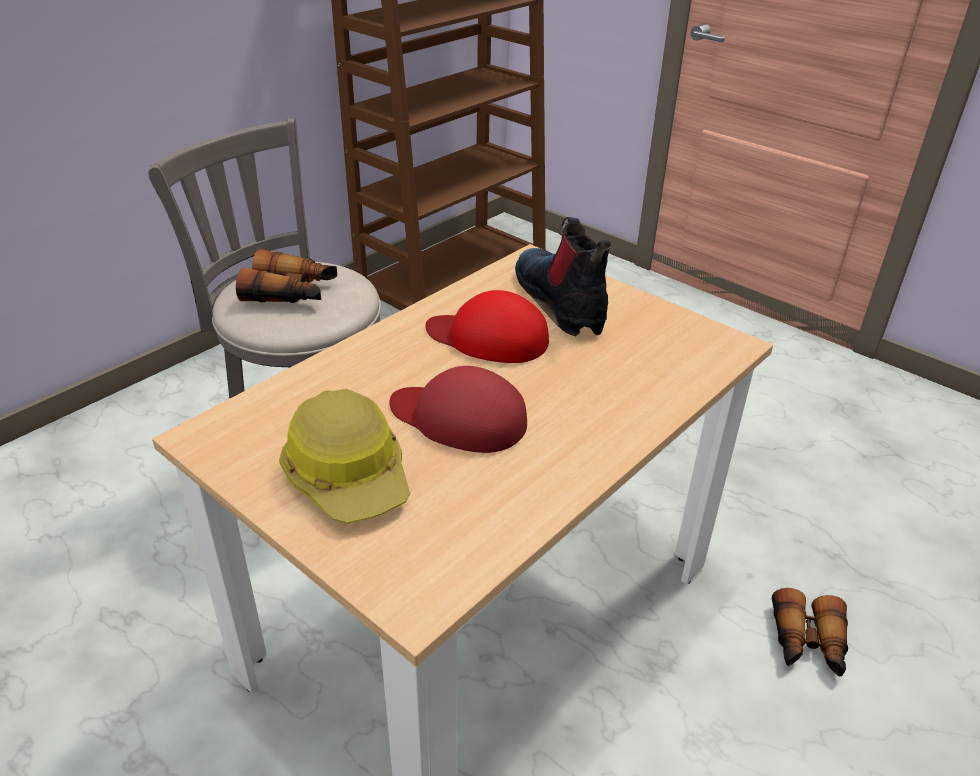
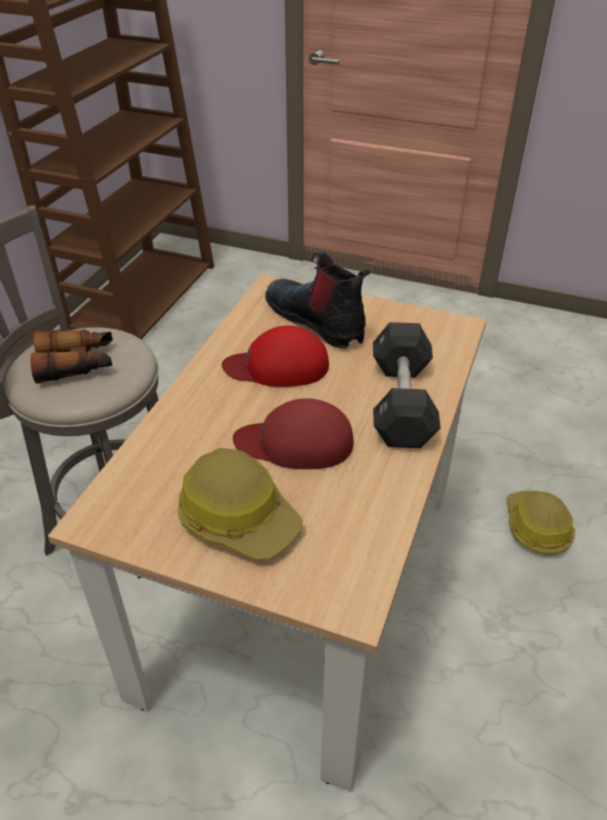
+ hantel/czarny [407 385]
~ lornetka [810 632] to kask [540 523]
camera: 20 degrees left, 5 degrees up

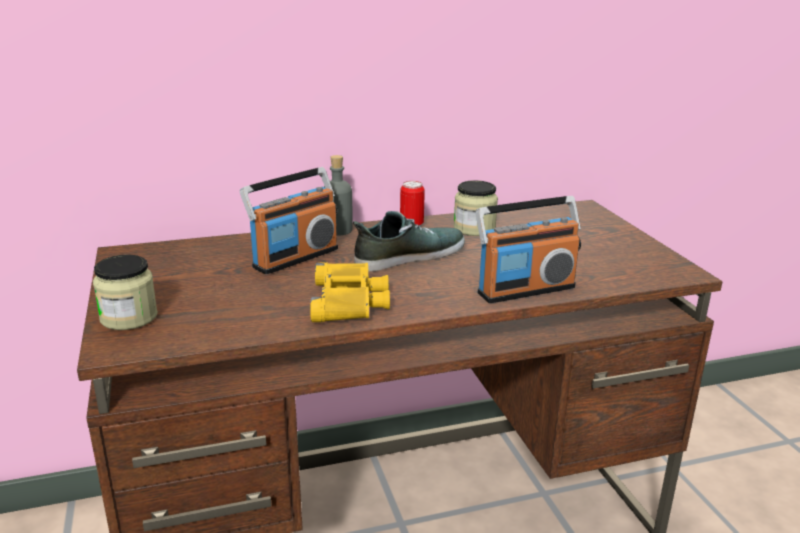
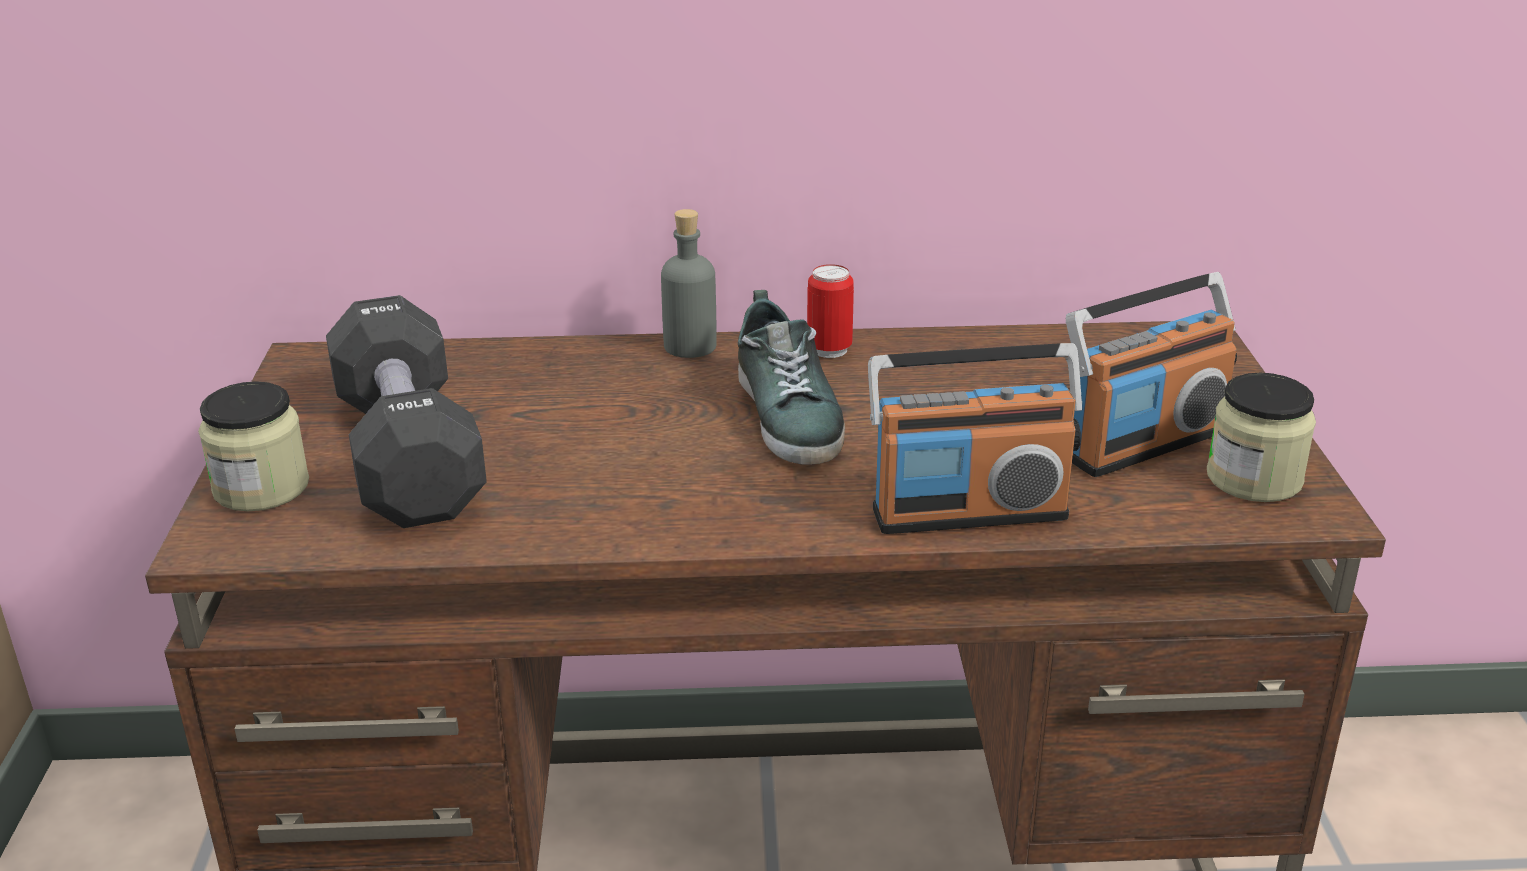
+ hantel/czarny [406 411]
~ but [409 241] = [791 377] 90 degrees clockwise
~ radio [289 220] to [1151 374]
~ słoik [476 208] to [1261 437]
- lornetka/żółty [350 292]
camera: 15 degrees right, 5 degrees up

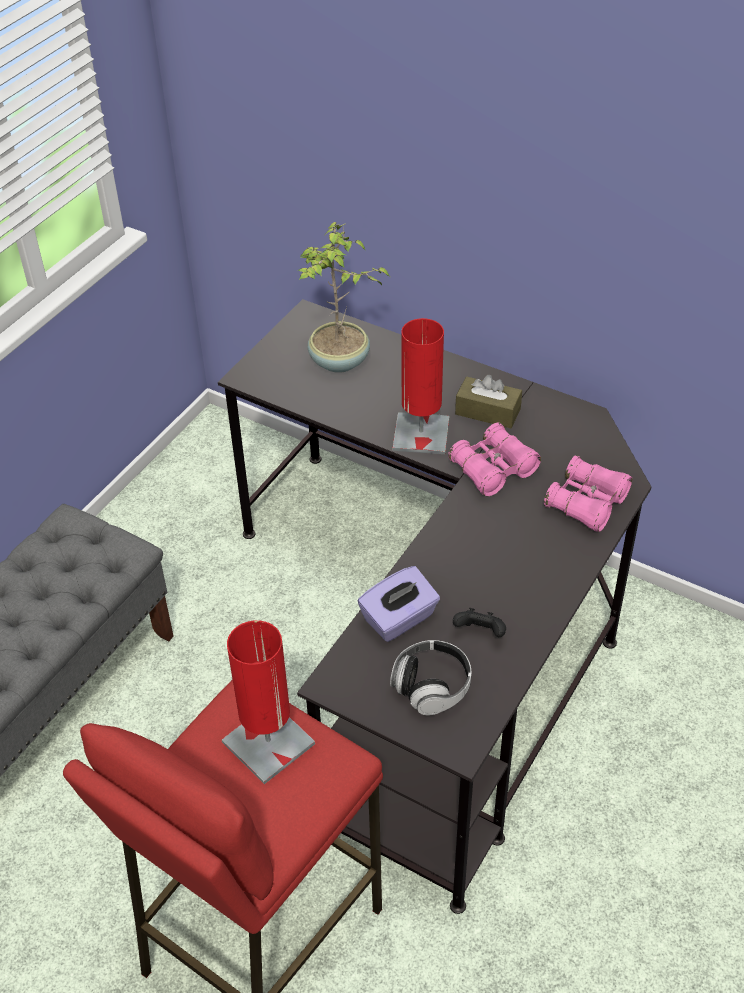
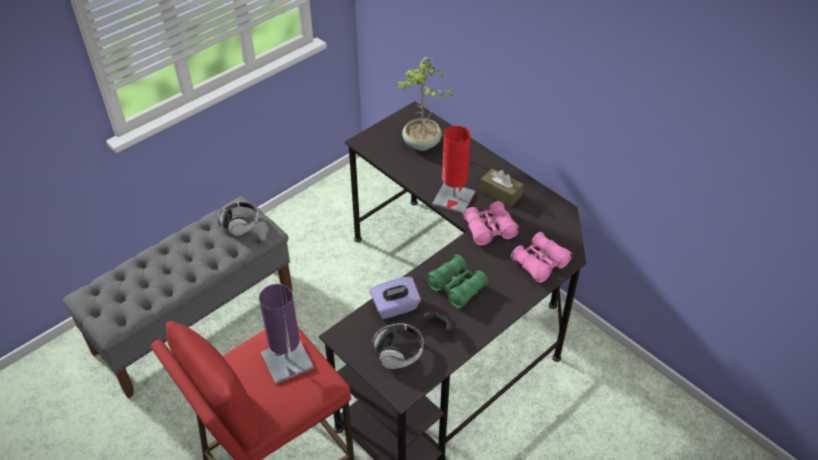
+ słuchawki [238 218]
~ lampa stołowa/czerwony [268 702] to lampa stołowa/fioletowy [286 334]
+ lornetka/zielony [457 281]
camera: 15 degrees right, 0 degrees up

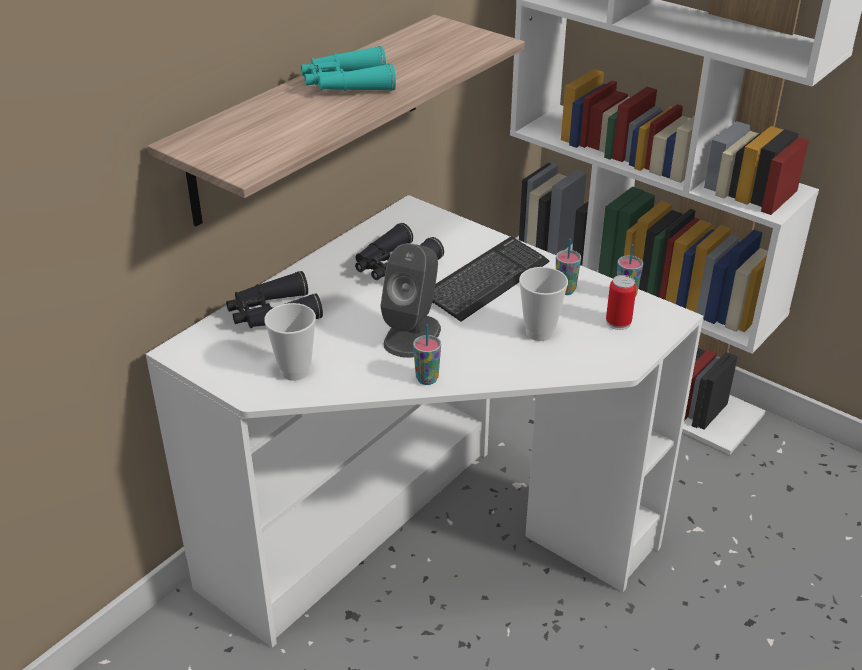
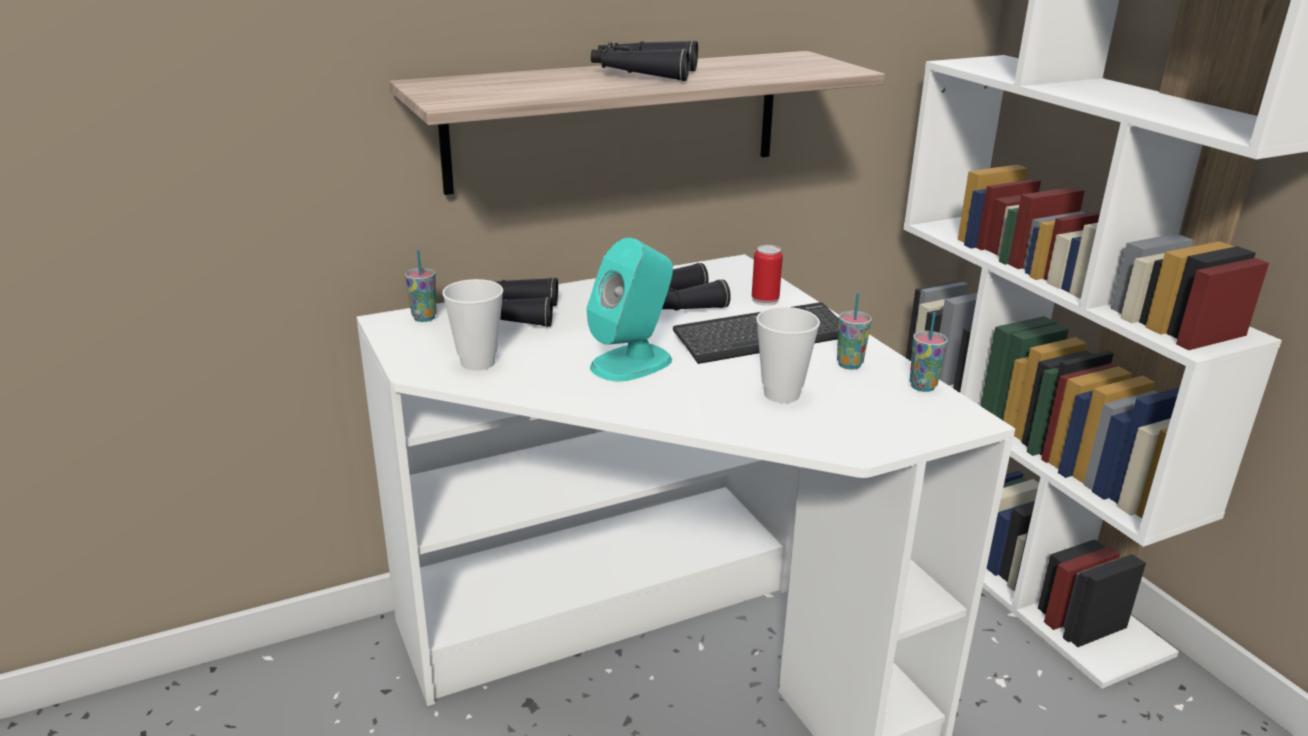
~ filiżanka [427 355] to [421 286]
~ głośnik/szary [410 300] to głośnik/turkusowy [630 310]
~ lornetka/turkusowy [348 68] to lornetka/czarny [644 60]
~ puszka [621 302] to [767 275]
camera: 25 degrees right, 10 degrees down

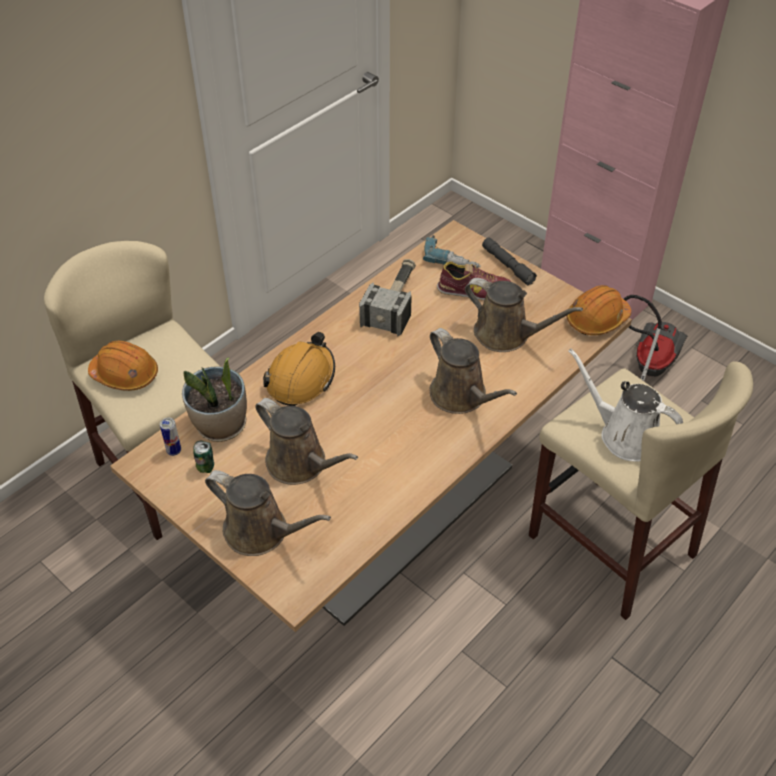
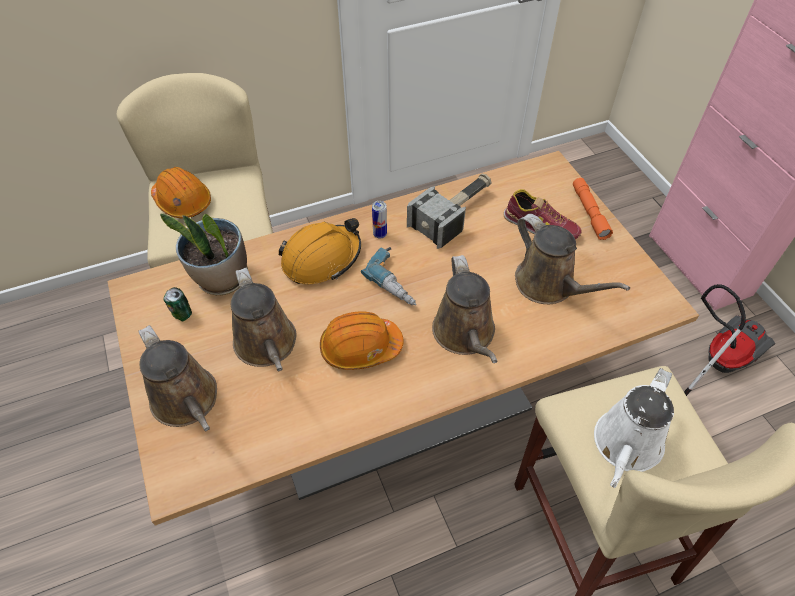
~ kask/pomarańczowy [599 310] to [362 341]
~ wiertarka [452 251] to [388 276]
~ puszka [170 437] to [379 220]
~ latarka/szary [509 261] to latarka/pomarańczowy [593 209]
~ konewka/biały [625 405] = [634 428] 120 degrees counterclockwise
camera: 25 degrees right, 5 degrees up

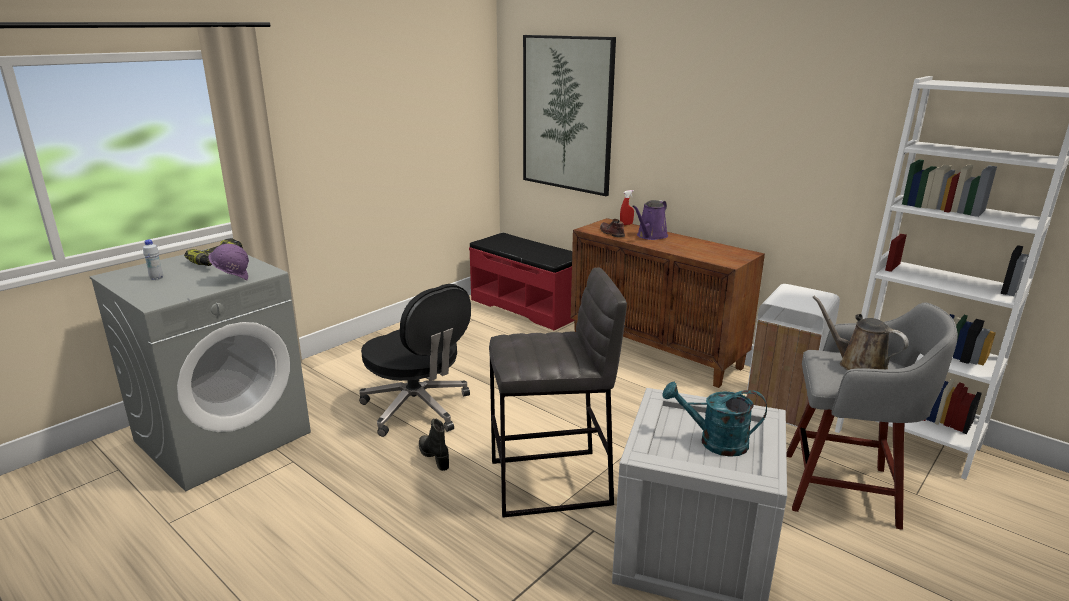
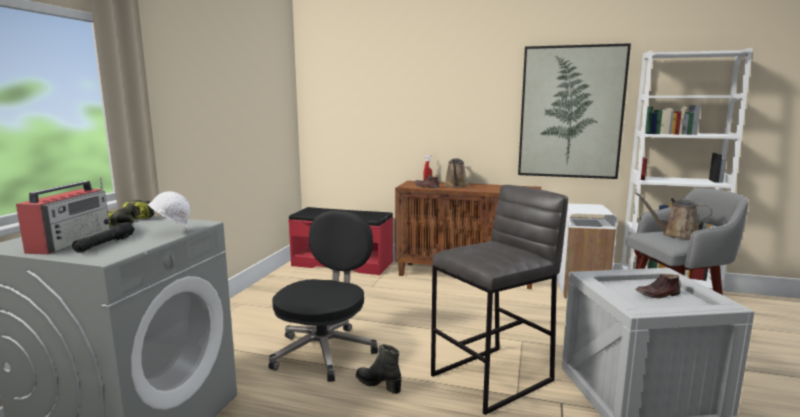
~ butelka/biały [153 259] to radio [63 216]
+ latarka/czarny [103 237]
~ kask/fioletowy [228 262] to kask/biały [169 211]
~ krzesło biurowe/czarny [415 360] = [323 296] 90 degrees counterclockwise
~ konewka/fioletowy [650 220] to konewka/brązowy [456 173]
~ obraz [569 115] to [574 111]
~ konewka/turkusowy [714 419] to but/brązowy [658 286]
camera: 25 degrees left, 10 degrees down

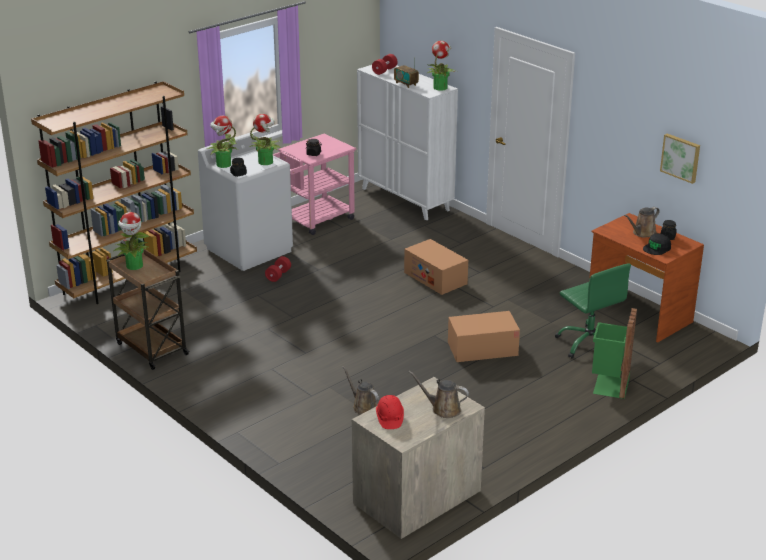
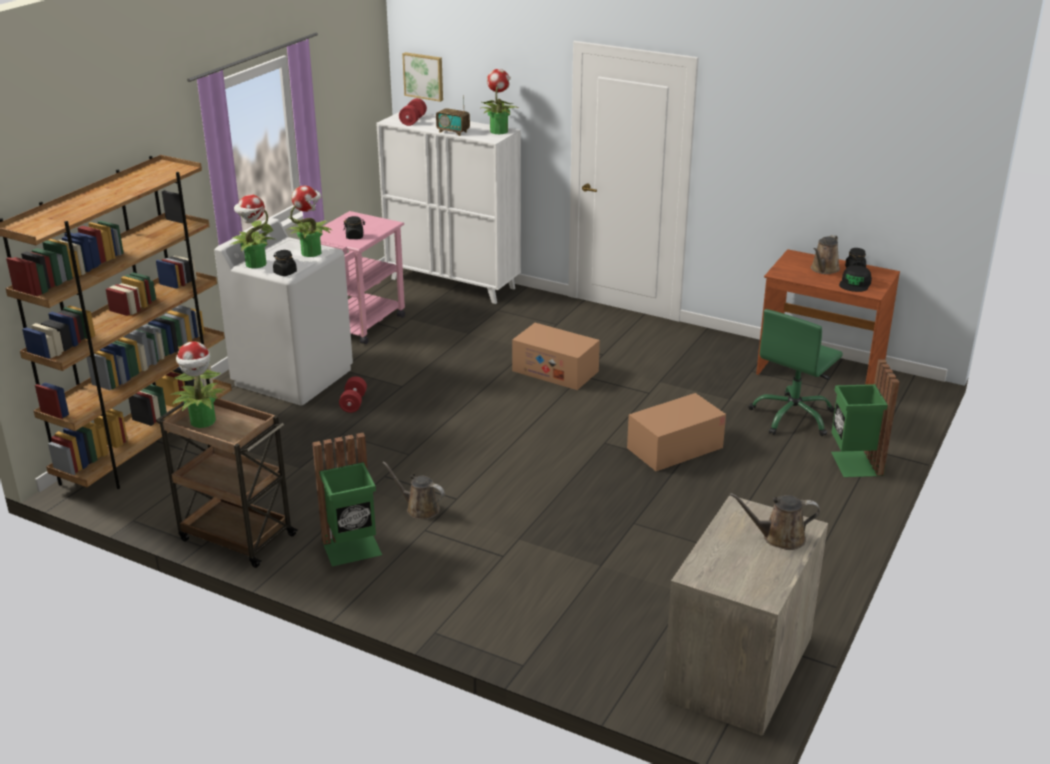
+ kosz na śmieci/zielony [347 500]
~ konewka/brązowy [361 390] to [413 490]
~ obraz [680 159] to [422 77]
~ krzesło biurowe/zielony [593 310] = [796 372] 90 degrees clockwise
- kask/czerwony [390 412]
camera: 20 degrees left, 0 degrees up

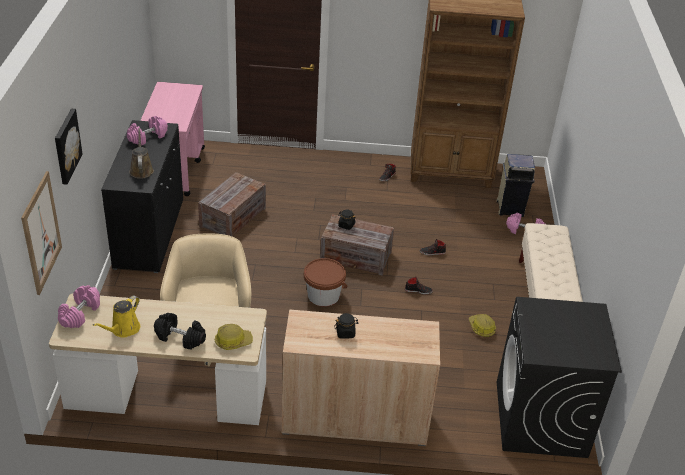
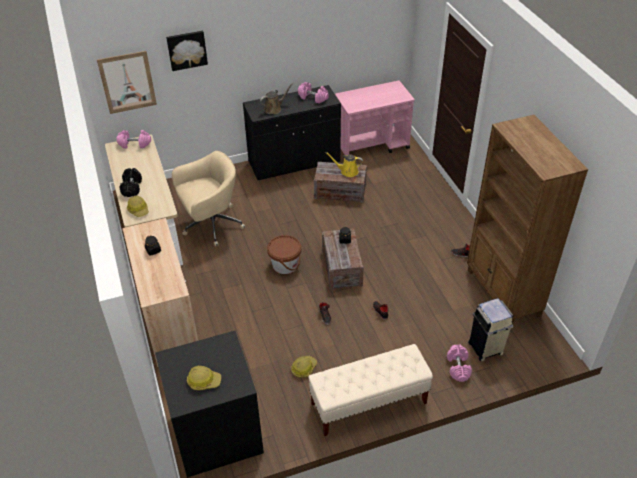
+ kask [204 378]
~ konewka/żółty [116 317] to [344 164]
camera: 70 degrees right, 5 degrees up

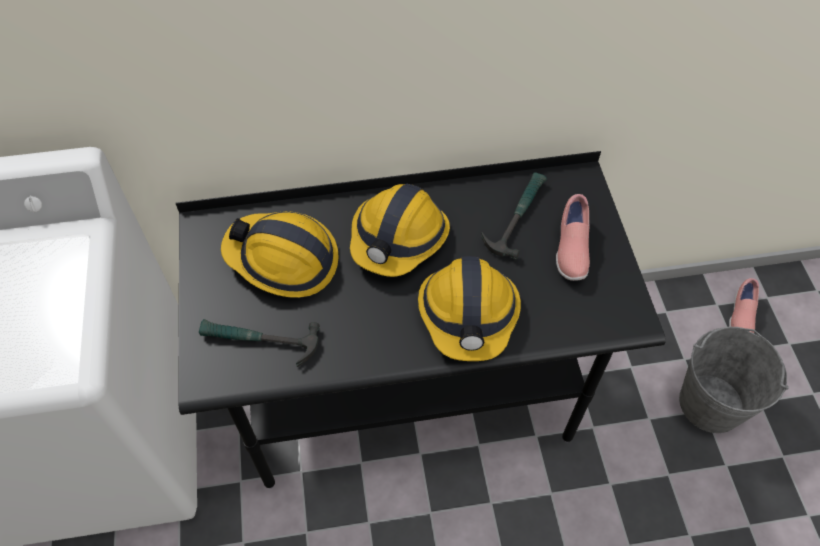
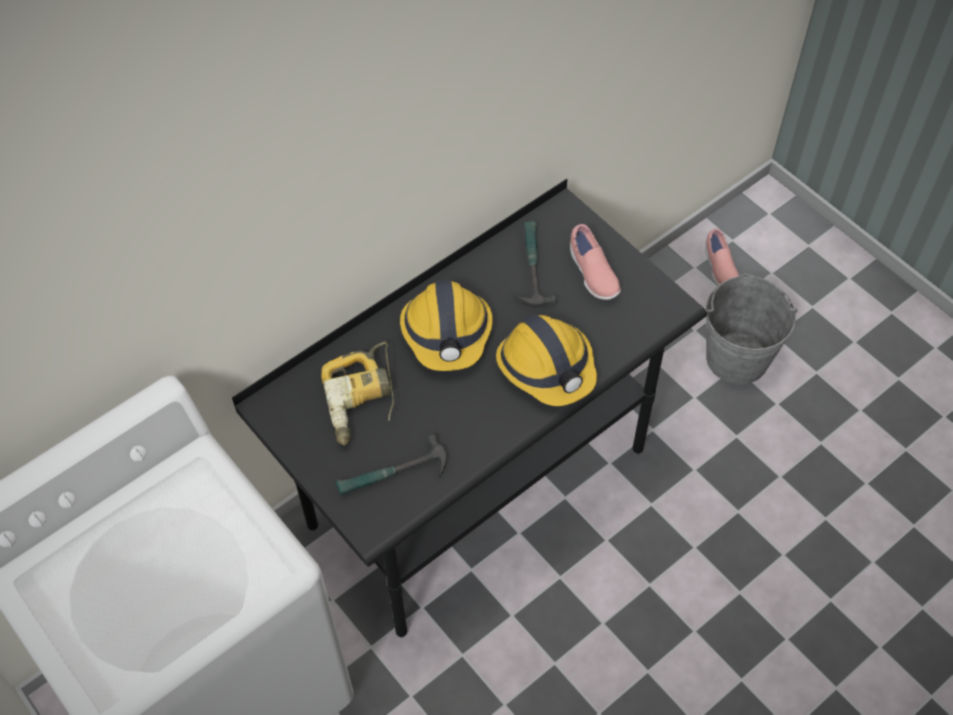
~ kask [280 254] to wiertarka [357 393]
camera: 30 degrees left, 0 degrees up

